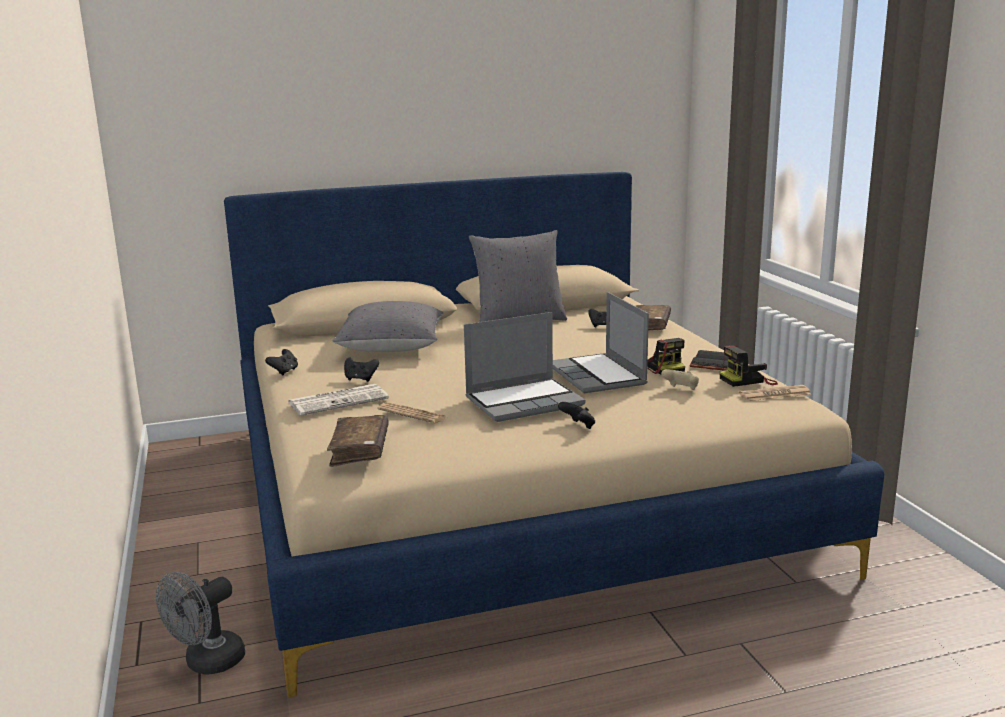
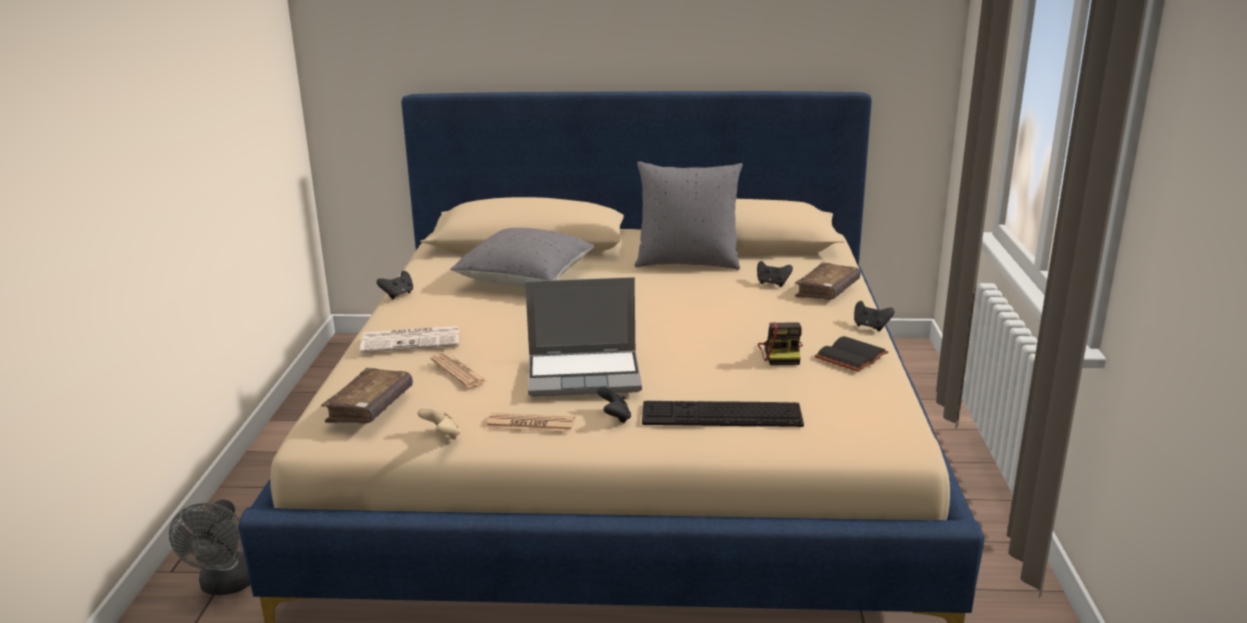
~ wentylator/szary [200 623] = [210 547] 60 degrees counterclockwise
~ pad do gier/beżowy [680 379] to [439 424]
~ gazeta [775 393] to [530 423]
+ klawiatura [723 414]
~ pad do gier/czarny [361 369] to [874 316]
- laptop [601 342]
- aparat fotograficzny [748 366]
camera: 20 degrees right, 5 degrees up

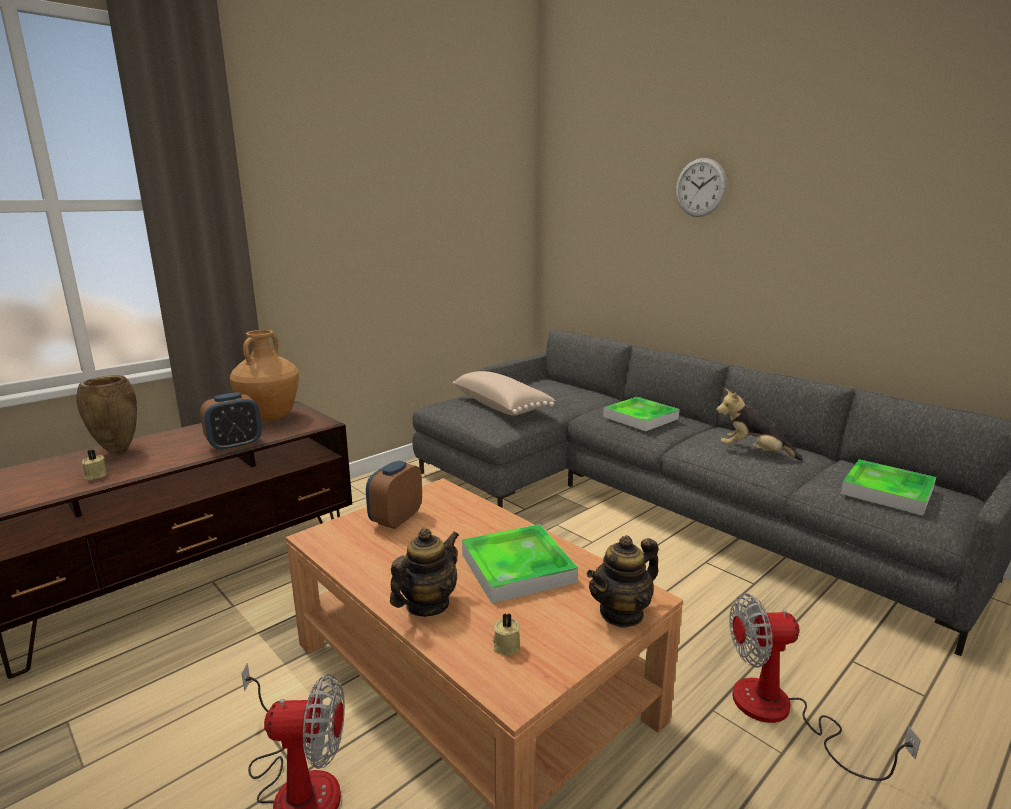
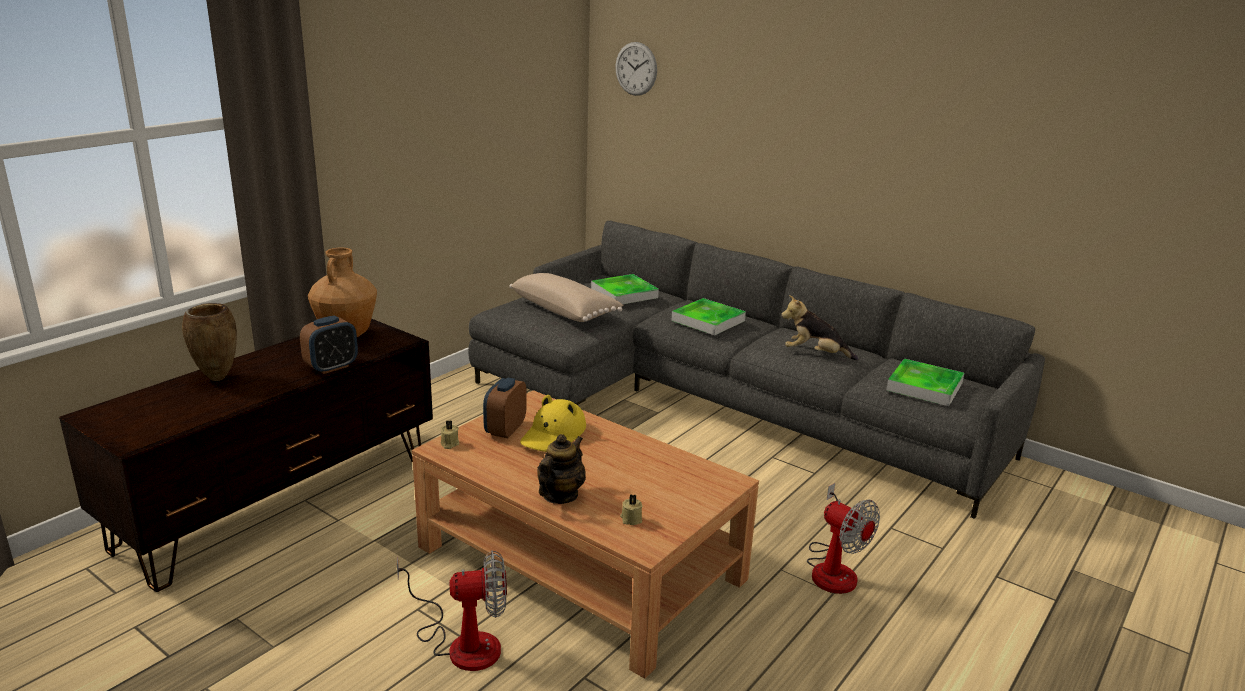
~ świeca/beżowy [94 465] to [450 434]
+ kapelusz/żółty [553 423]
~ taca [520 564] to [625 289]
~ zegar ścienny [701 187] to [636 69]
~ wentylator [825 687] = [843 538] 120 degrees counterclockwise
- imbryk [623 581]
camera: 10 degrees left, 5 degrees up

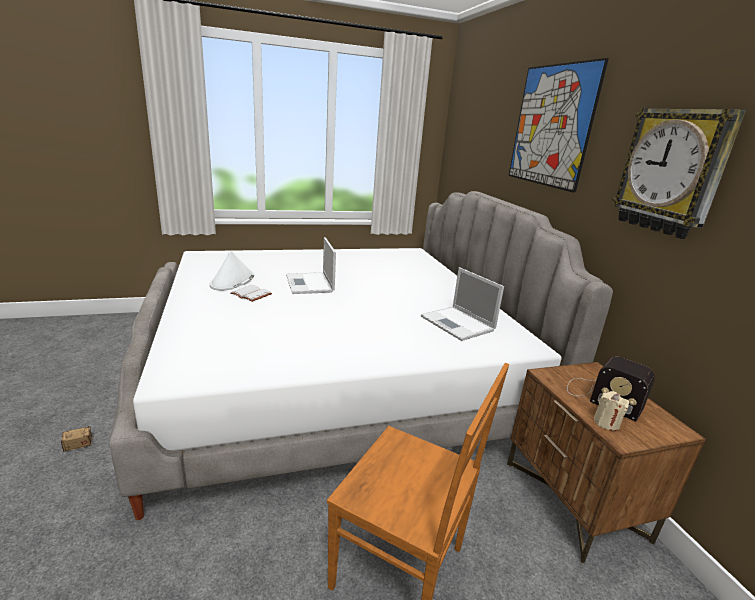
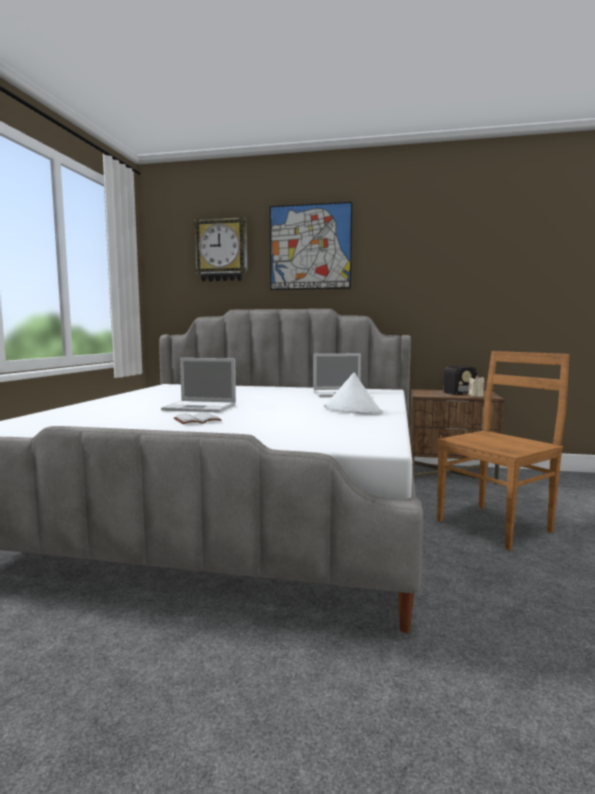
~ zegar ścienny [678 173] to [220 249]
~ kapelusz/biały [231 271] to [353 394]
- pojemnik do przechowywania [52 438]
camera: 60 degrees left, 15 degrees down

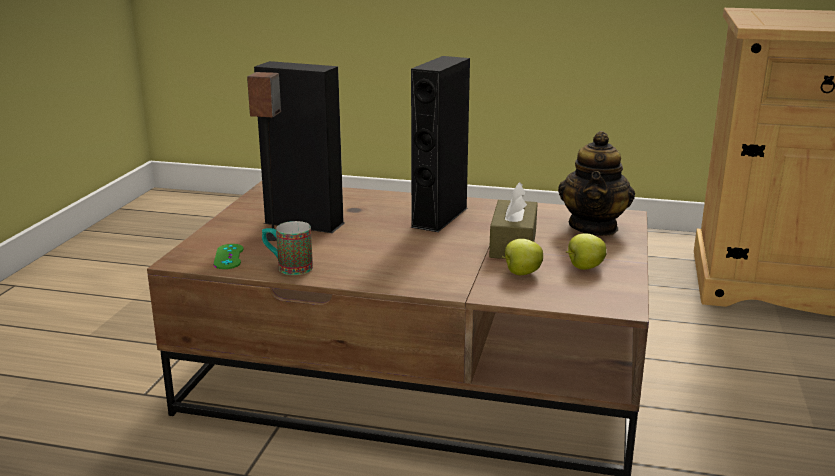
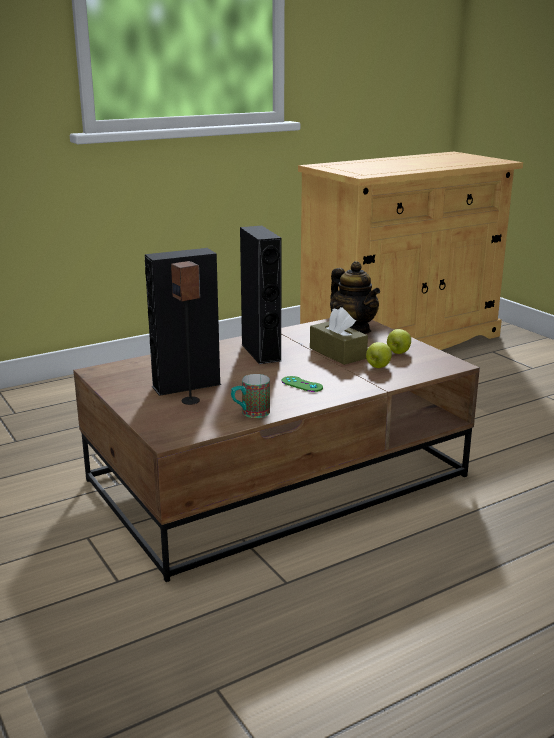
~ pad do gier/zielony [228 256] to [302 384]
camera: 45 degrees left, 0 degrees up

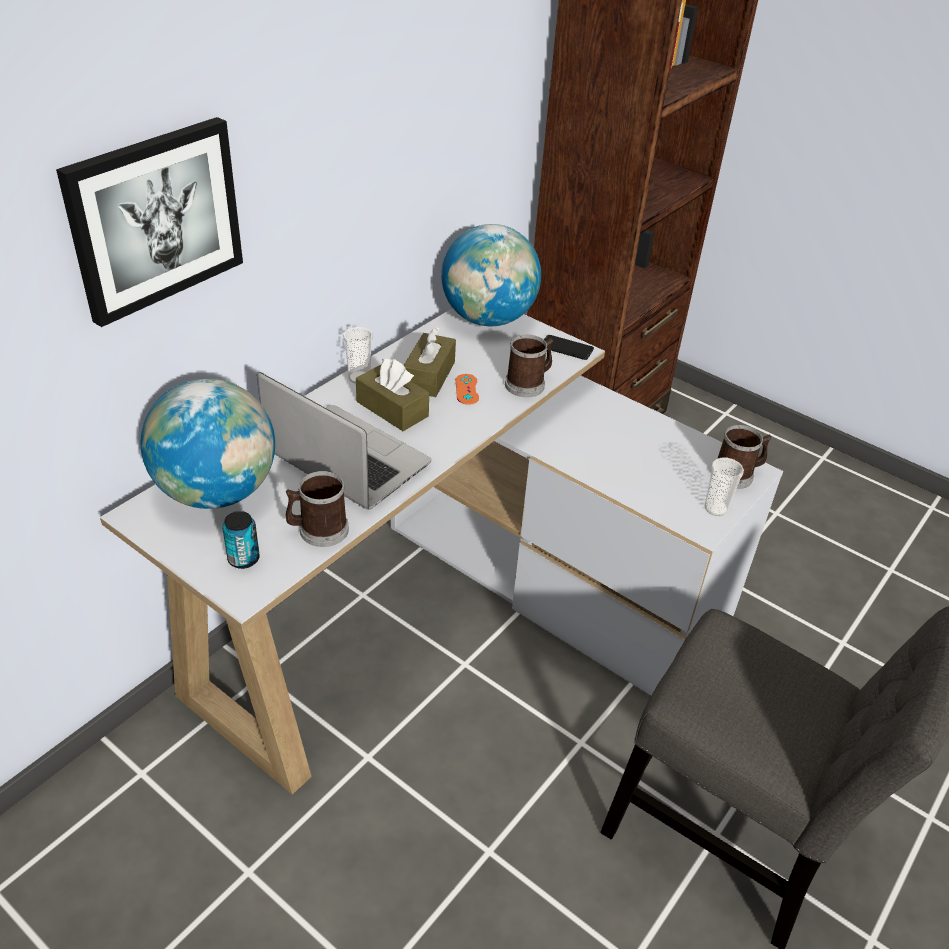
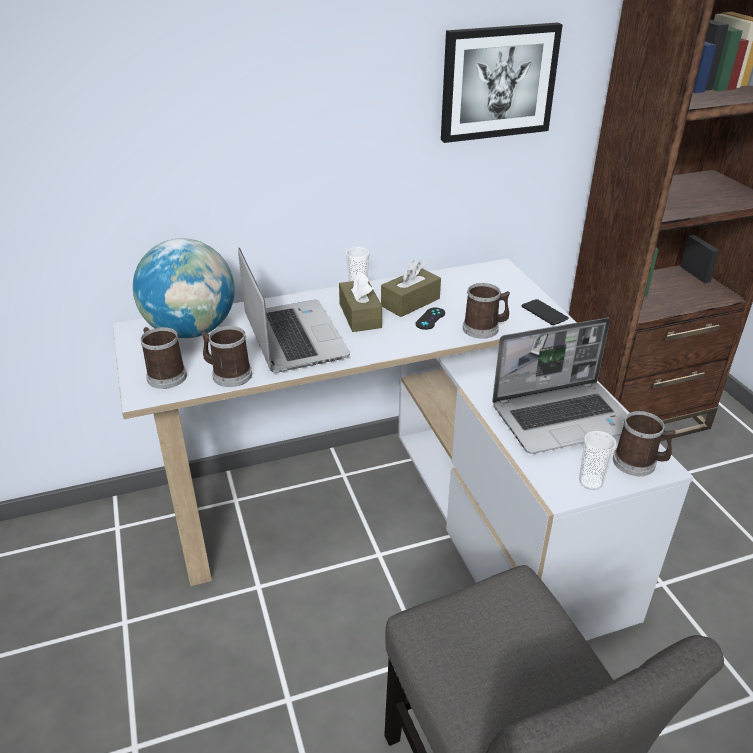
~ puszka [241 540] to kubek [163 358]
~ pad do gier/pomarańczowy [467 389] to pad do gier/czarny [430 318]
~ obraz [149 222] to [502 82]
+ laptop [559 386]
- globus [491 275]
camera: 35 degrees right, 5 degrees down

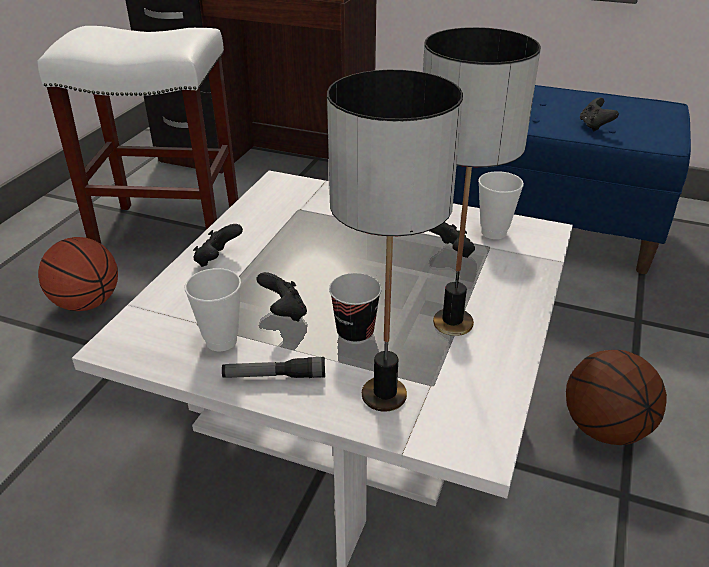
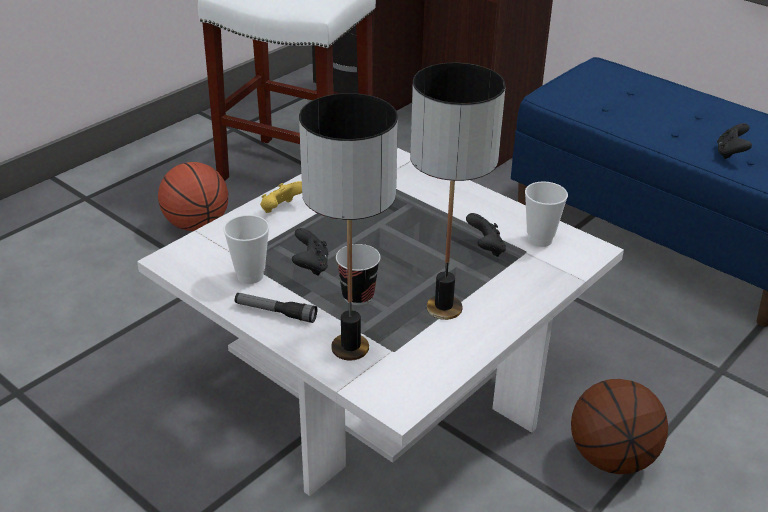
~ pad do gier/czarny [218 245] to pad do gier/żółty [281 197]
camera: 20 degrees right, 0 degrees up

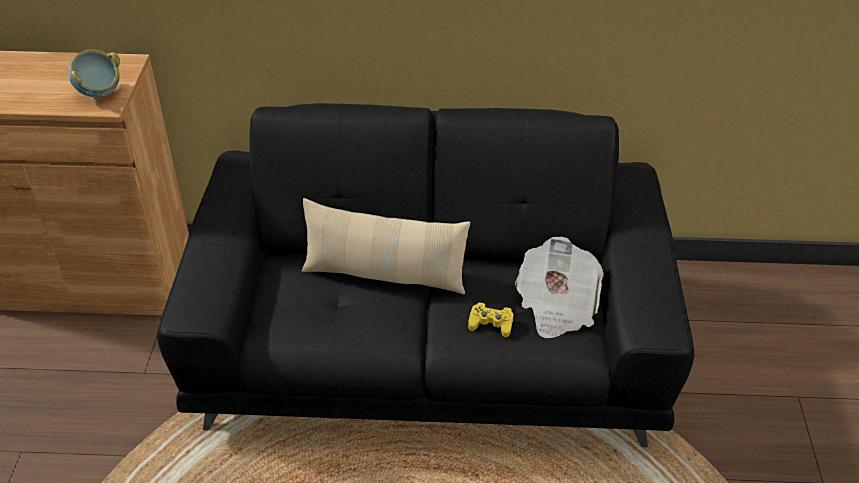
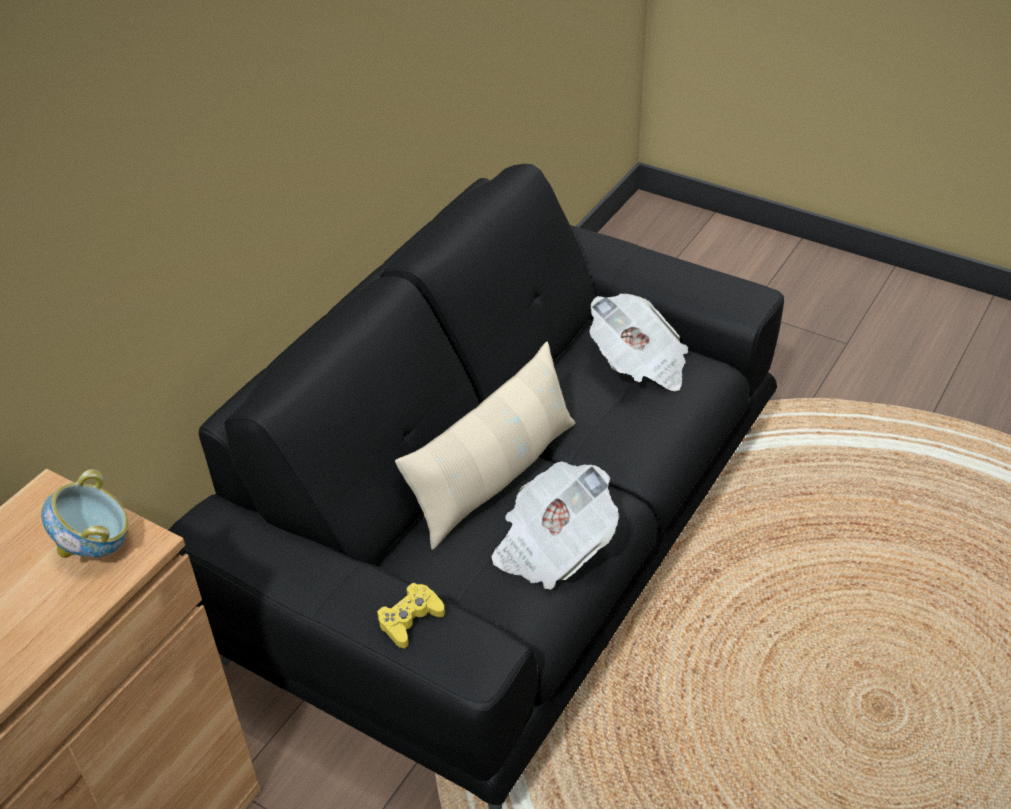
~ pad do gier/żółty [490 320] to [411 615]
+ gazeta [555 525]
camera: 60 degrees left, 0 degrees up

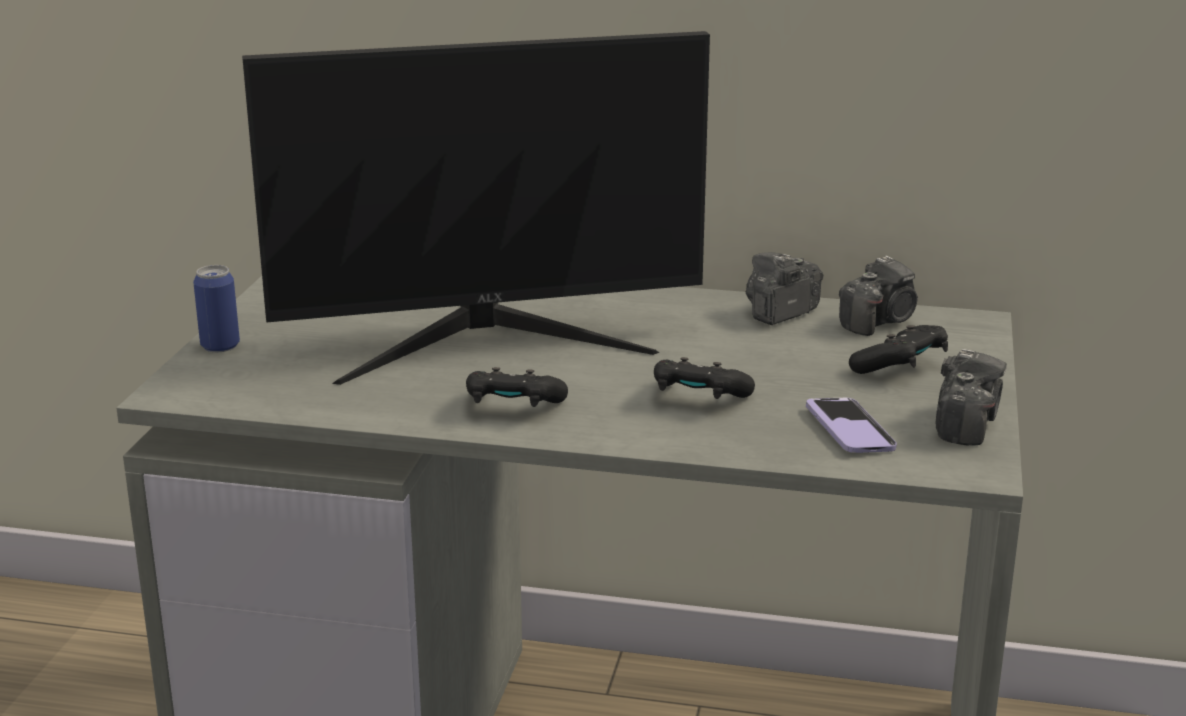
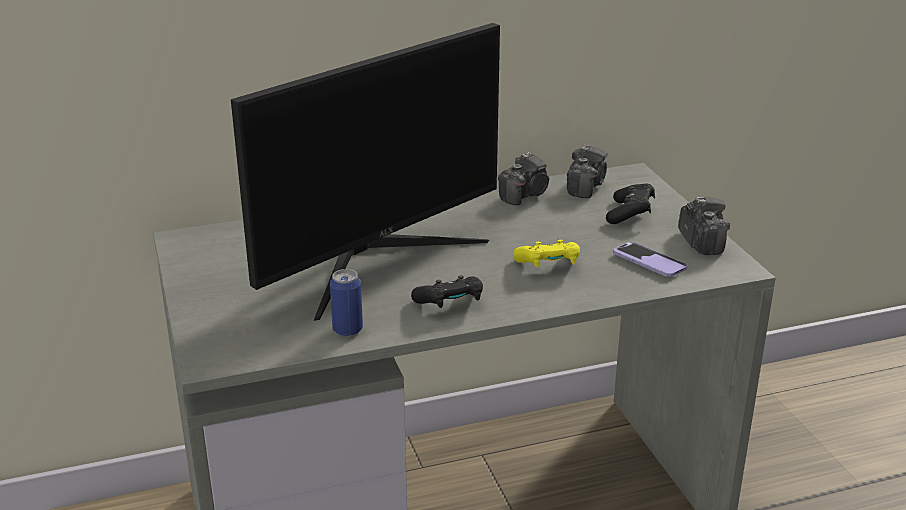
~ puszka [216 308] to [346 302]
~ aparat fotograficzny [784 288] = [523 179] 150 degrees counterclockwise
~ pad do gier/czarny [704 378] to pad do gier/żółty [546 253]
camera: 30 degrees left, 5 degrees up

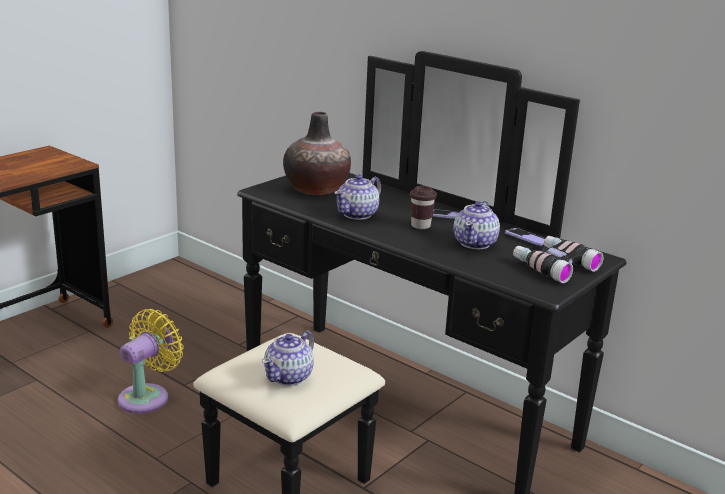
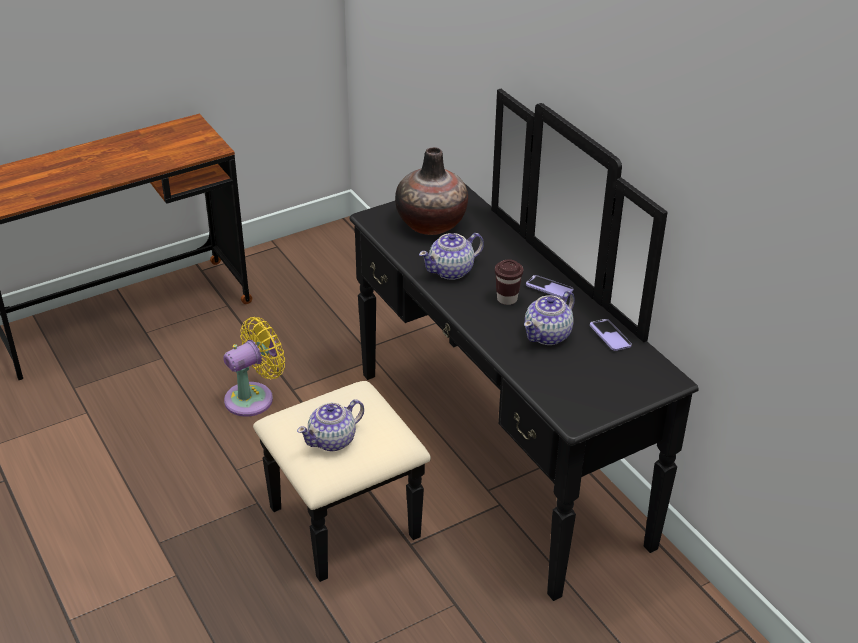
- lornetka [558 259]
camera: 20 degrees right, 15 degrees up

